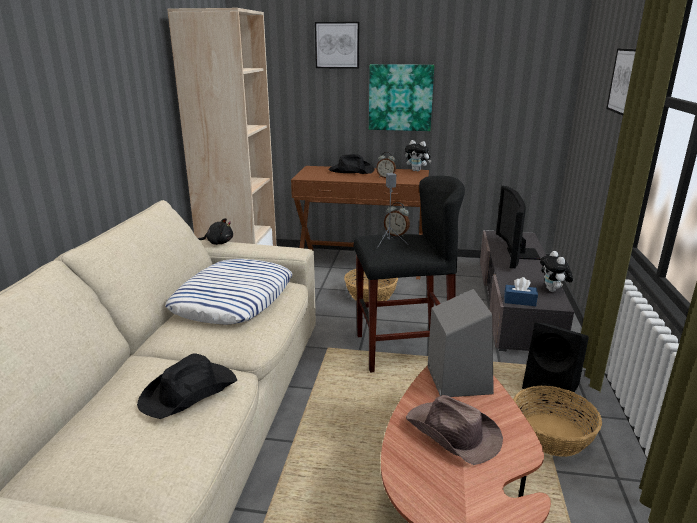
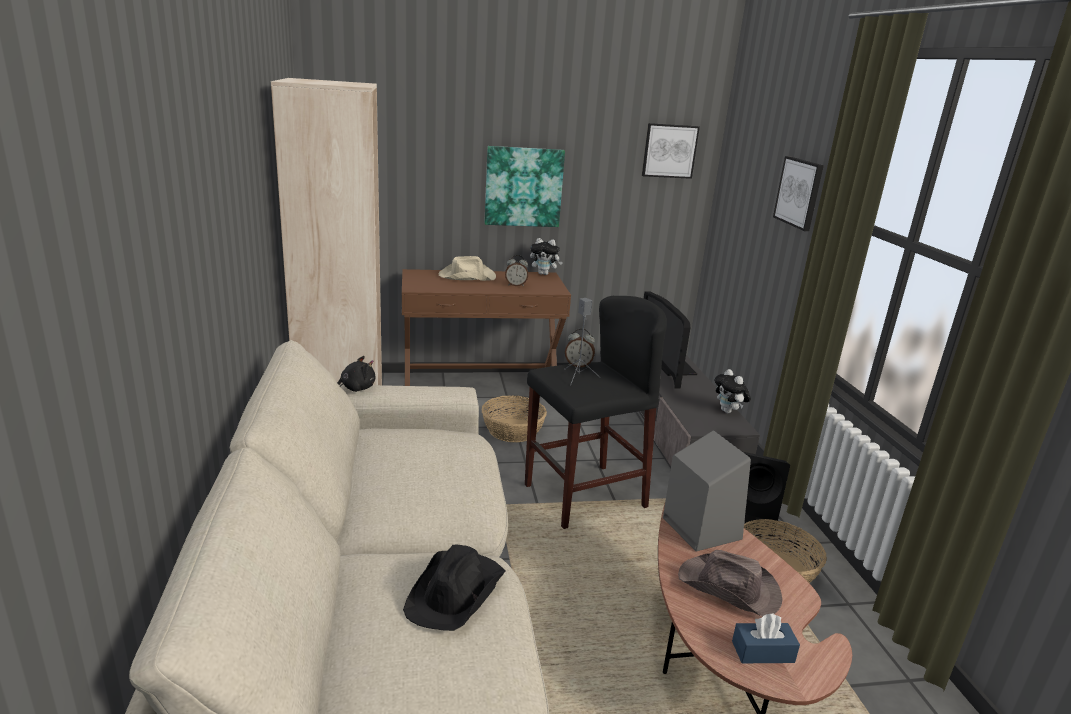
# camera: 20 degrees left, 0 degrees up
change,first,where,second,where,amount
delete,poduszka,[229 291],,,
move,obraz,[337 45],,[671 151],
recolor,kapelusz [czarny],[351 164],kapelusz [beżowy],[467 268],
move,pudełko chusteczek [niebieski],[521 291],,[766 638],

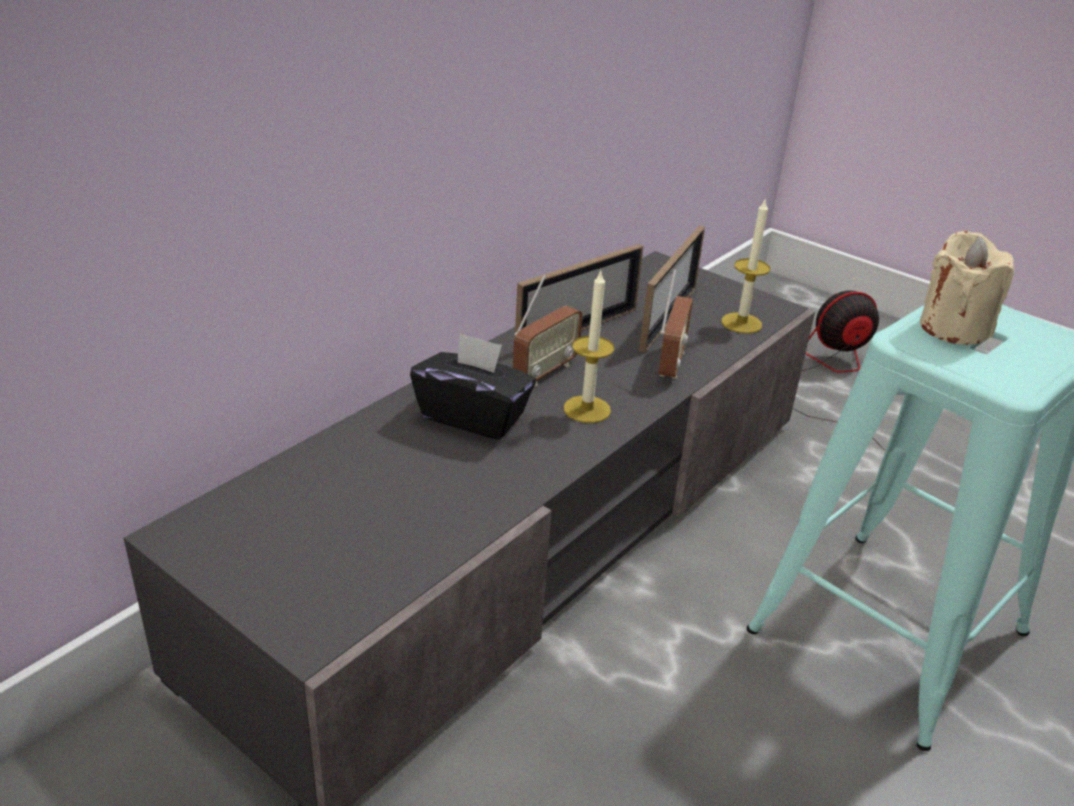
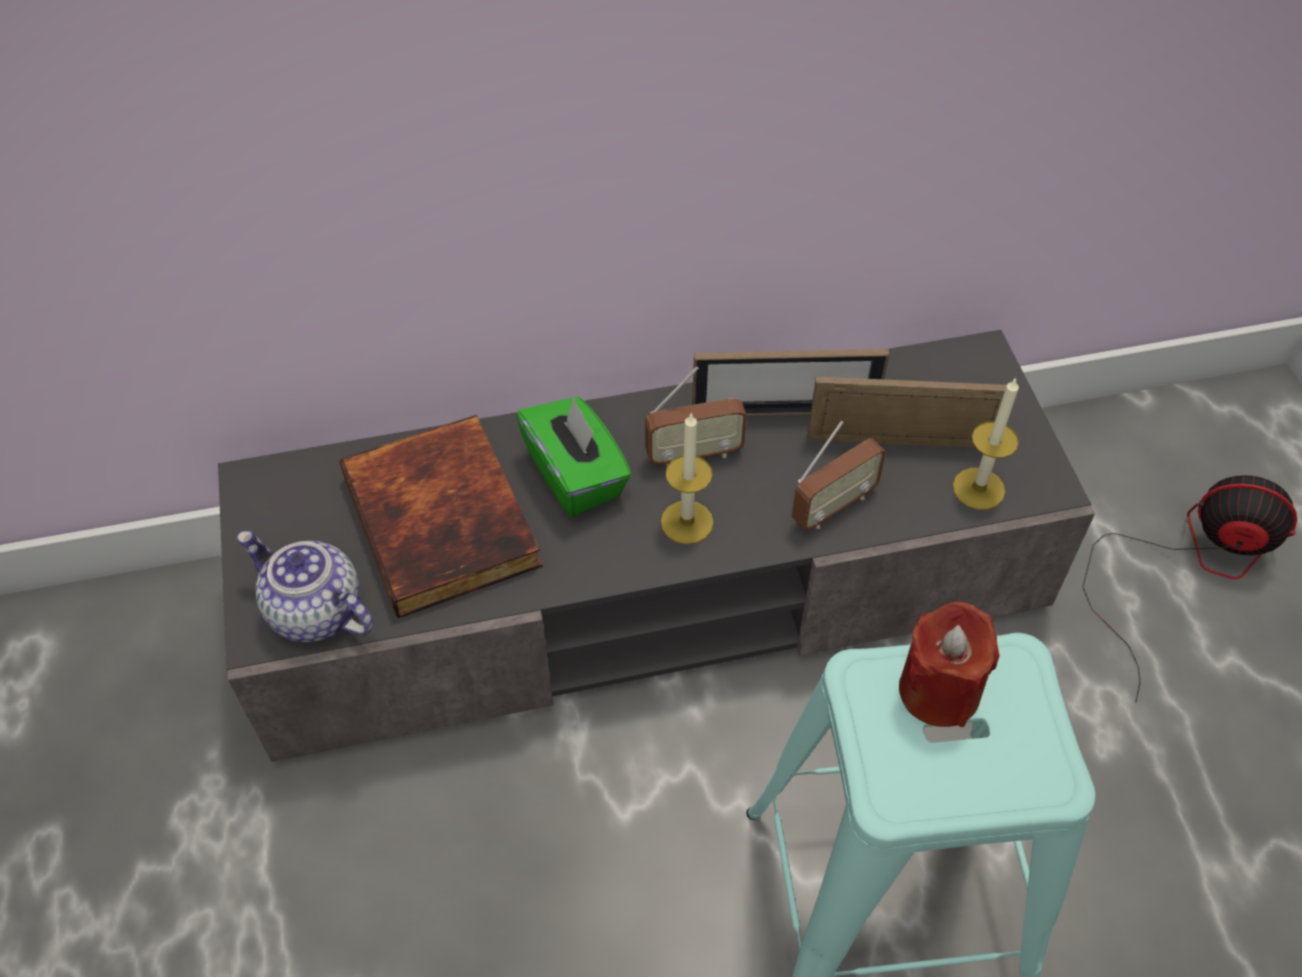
# camera: 40 degrees right, 20 degrees up
change,first,where,second,where,amount
recolor,pudełko chusteczek [czarny],[473 386],pudełko chusteczek [zielony],[574 457],
rotate,ramka na zdjęcie,[672 289],,[907 412],150 degrees counterclockwise
recolor,świeca [beżowy],[967 288],świeca [czerwony],[949 664],
insert,,,imbryk,[305 586],
insert,,,książka,[441 516],

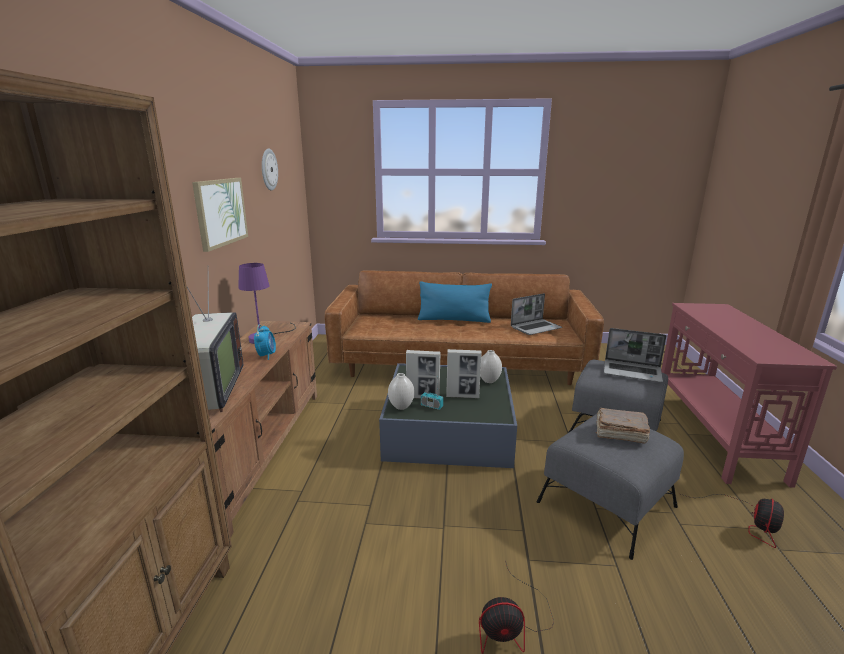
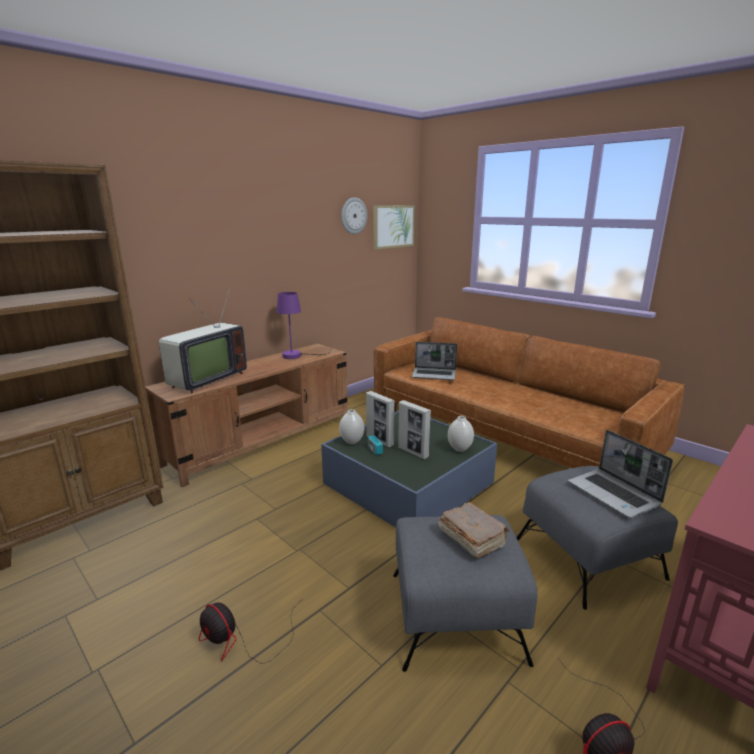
# camera: 40 degrees right, 0 degrees up
change,first,where,second,where,amount
move,obraz,[220 215],,[394 227],
delete,budzik,[265 342],,,
delete,poduszka [niebieski],[455 302],,,
move,laptop,[536 314],,[434 361],

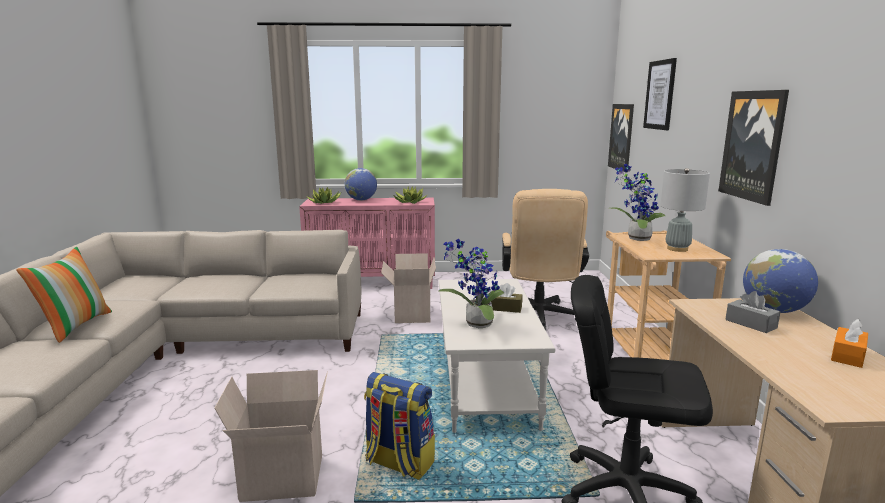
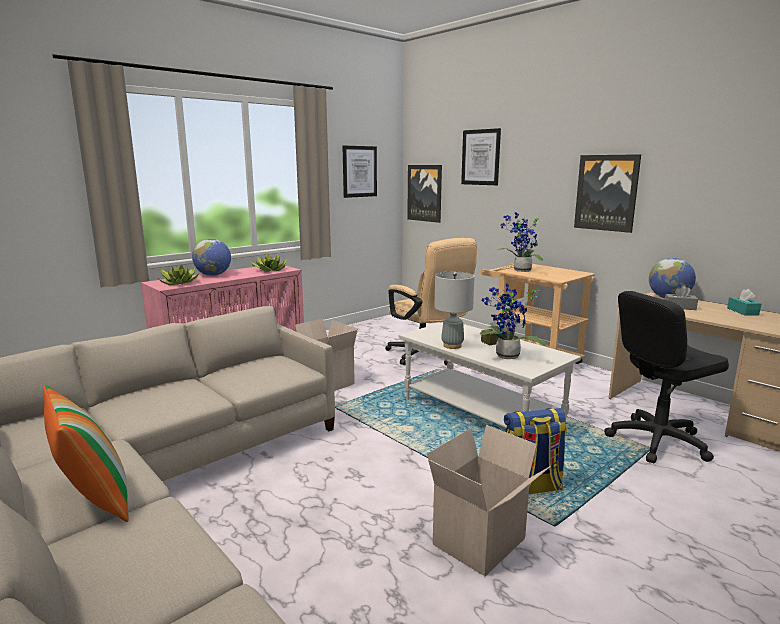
# camera: 40 degrees left, 0 degrees up
change,first,where,second,where,amount
move,lampa stołowa [szary],[685 210],,[454 310],
recolor,pudełko chusteczek [pomarańczowy],[849 343],pudełko chusteczek [turkusowy],[744 302],
insert,,,obraz,[359 172],

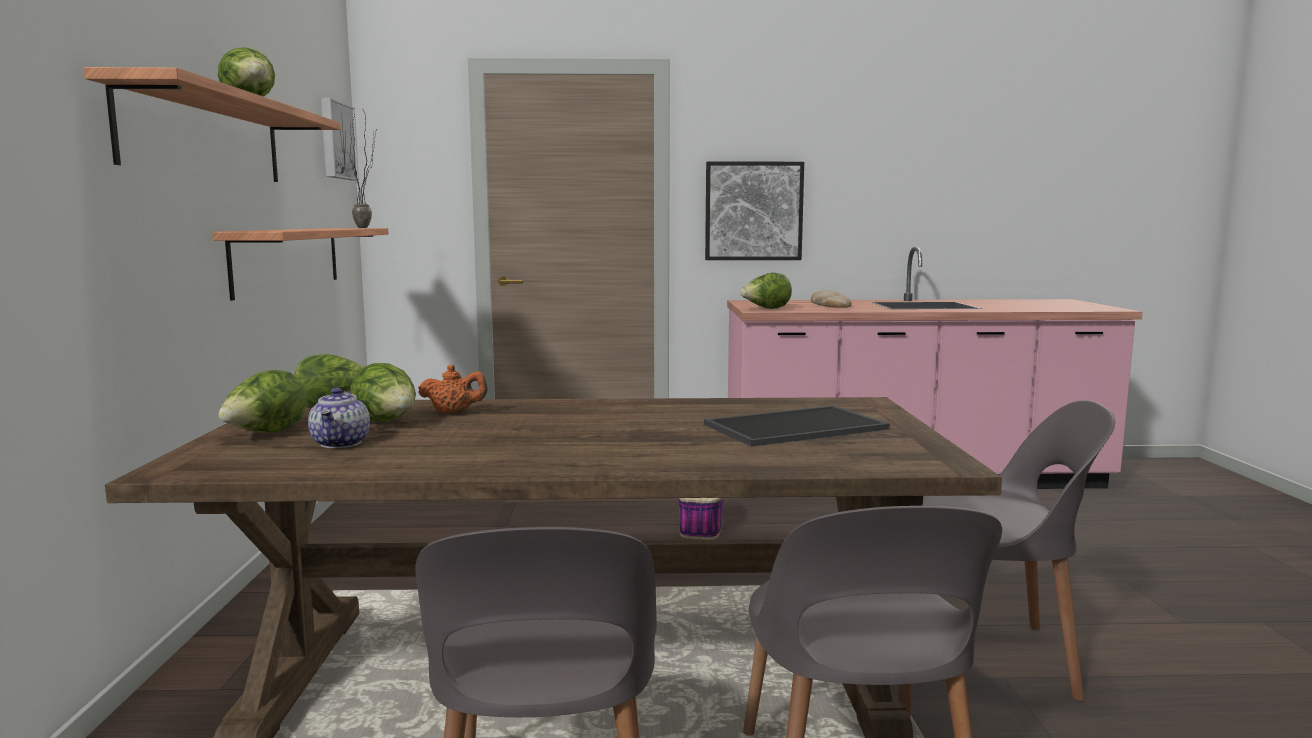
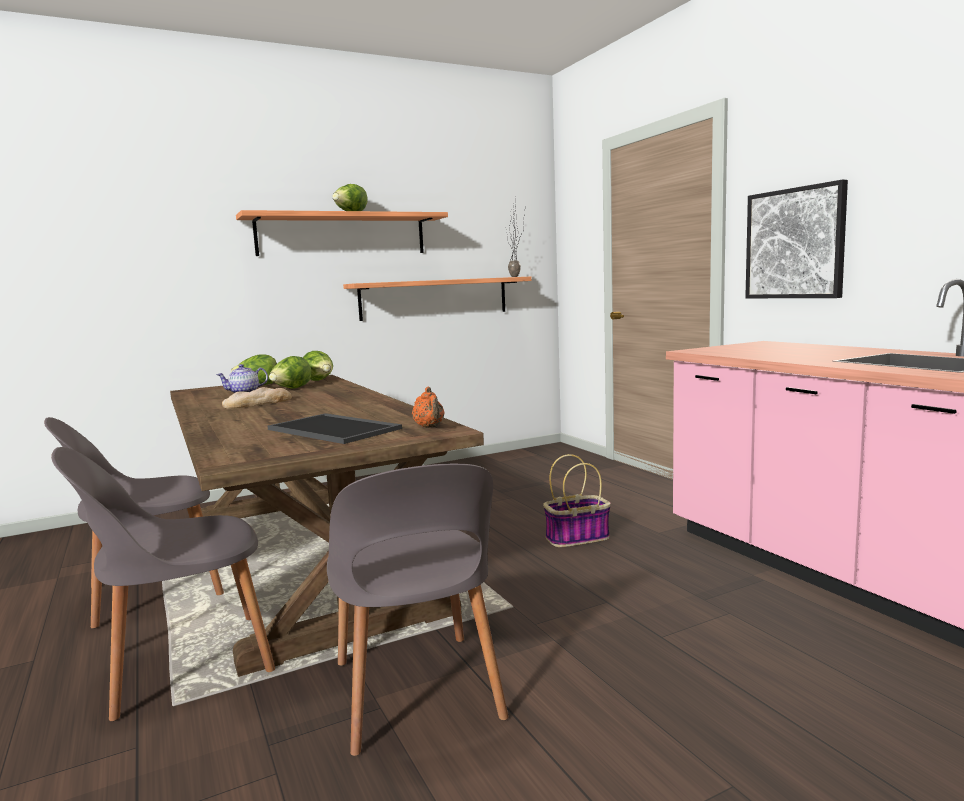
# camera: 65 degrees right, 0 degrees up
change,first,where,second,where,amount
delete,obraz,[340 139],,,
move,imbryk [pomarańczowy],[453 389],,[428 407],
delete,sałata,[766 291],,,
move,chleb,[831 299],,[257 398],

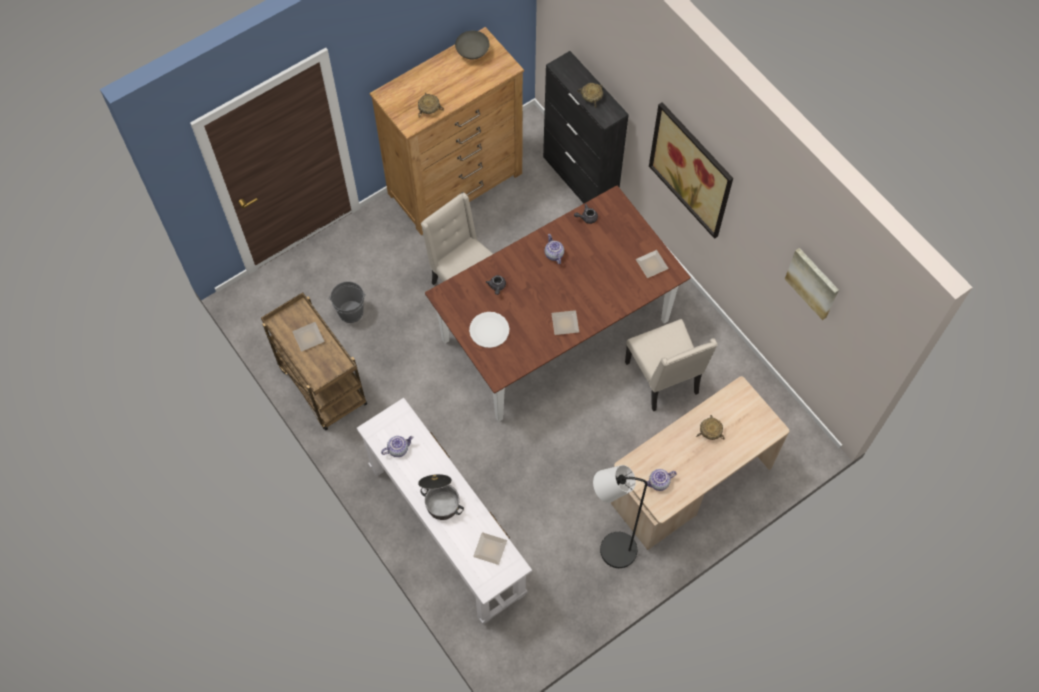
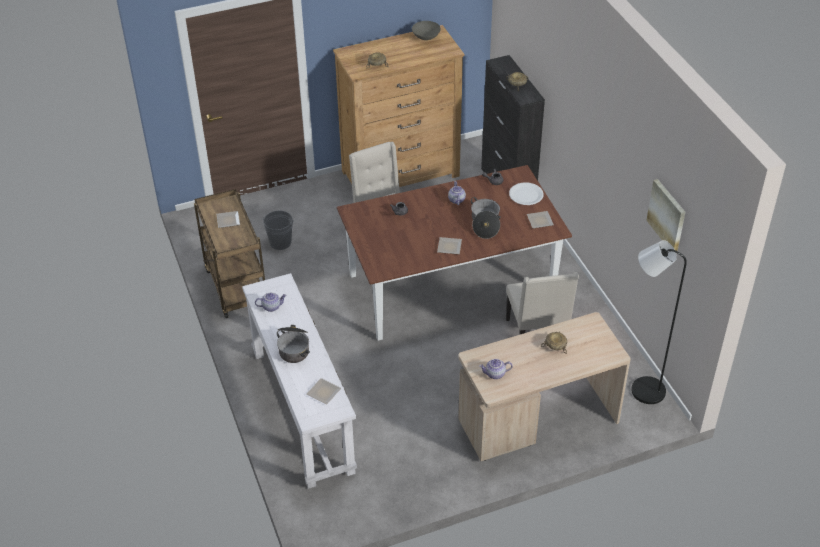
# camera: 15 degrees right, 20 degrees down
change,first,where,second,where,amount
move,talerz [biały],[489 330],,[526 194],
move,lampa stojąca [czarny],[620 516],,[659 322],
delete,obraz,[691 170],,,
insert,,,garnek,[486 218],

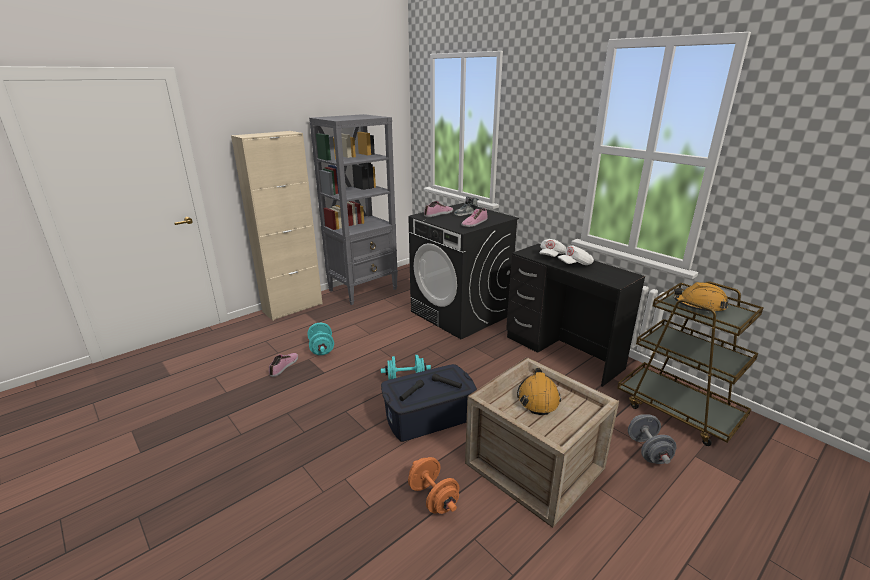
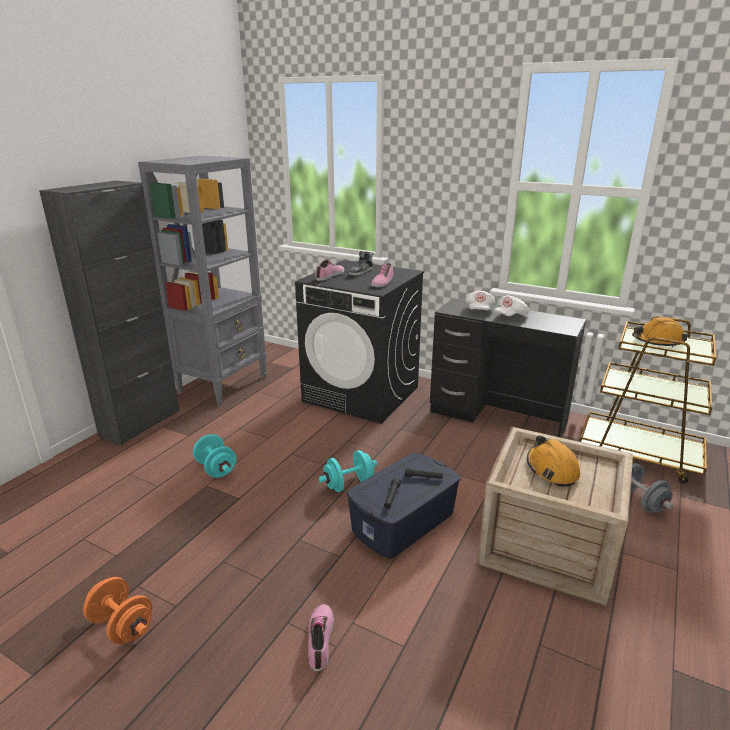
# camera: 20 degrees left, 0 degrees up
change,first,where,second,where,amount
recolor,szafka [beżowy],[277 226],szafka [czarny],[109 313],
move,but,[283 365],,[321 637],
move,hantel [pomarańczowy],[433 485],,[118 610],

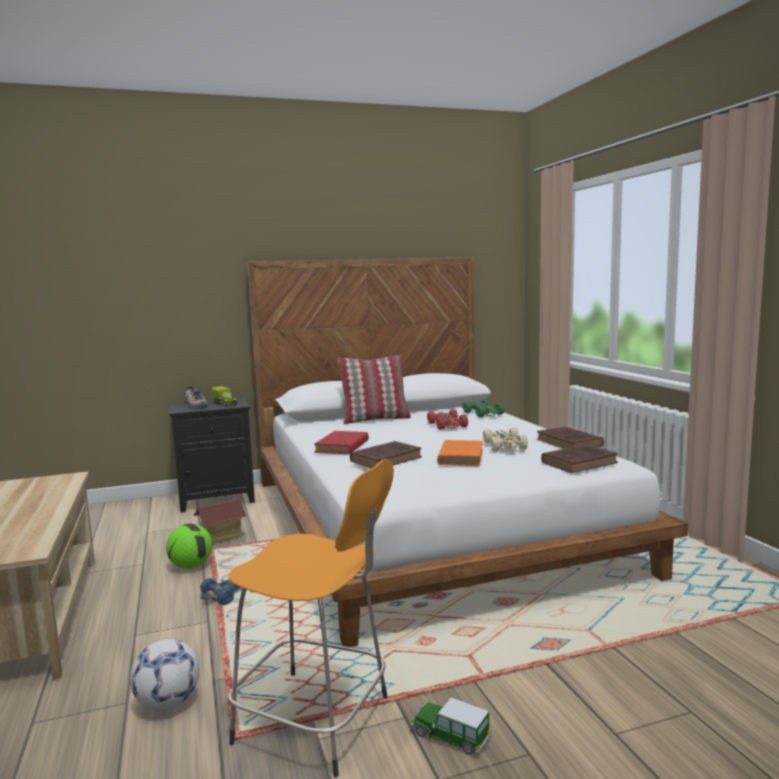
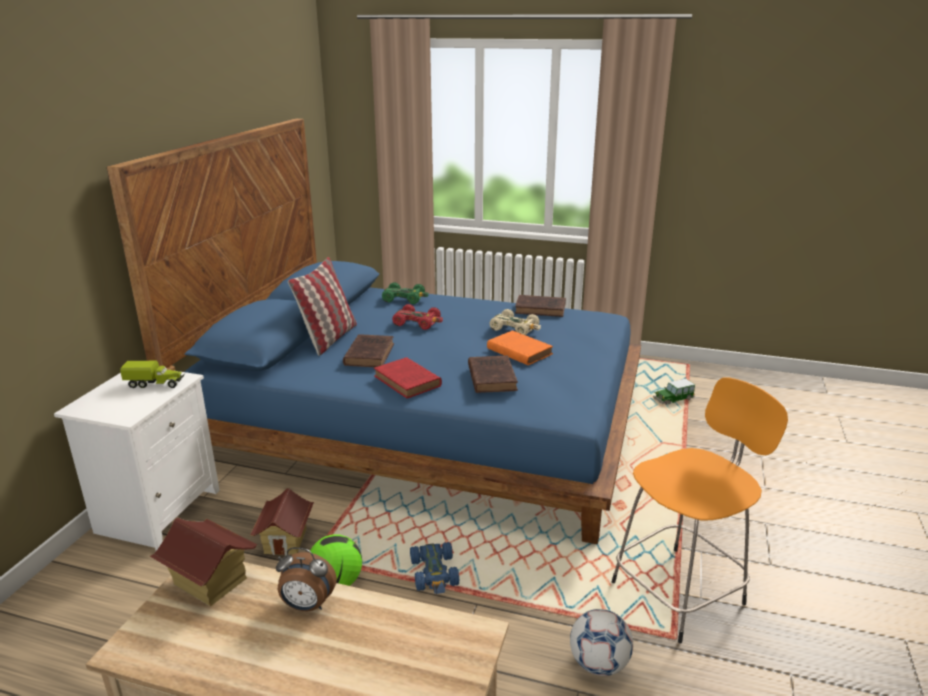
# camera: 55 degrees left, 15 degrees up
change,first,where,second,where,amount
recolor,szafka nocna [czarny],[212 454],szafka nocna [biały],[137 460],
delete,but,[196 397],,,
recolor,łóżko [biały],[467 452],łóżko [niebieski],[374 331],
move,samochodzik,[450 726],,[674 392],
move,książka [brązowy],[579 458],,[368 350],
insert,,,domek,[203 562],
insert,,,budzik,[306 579],

